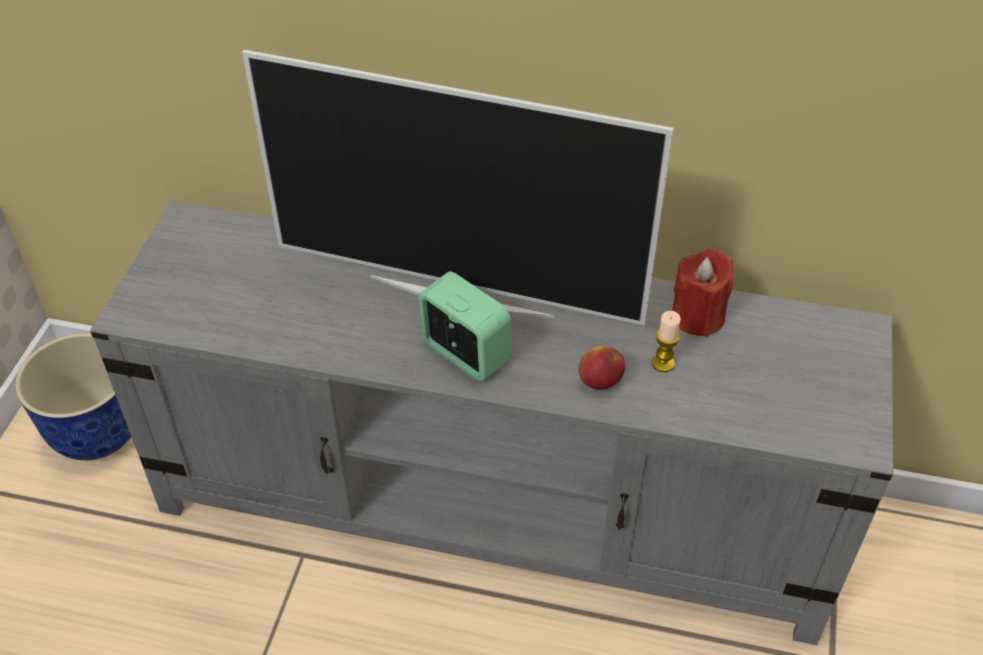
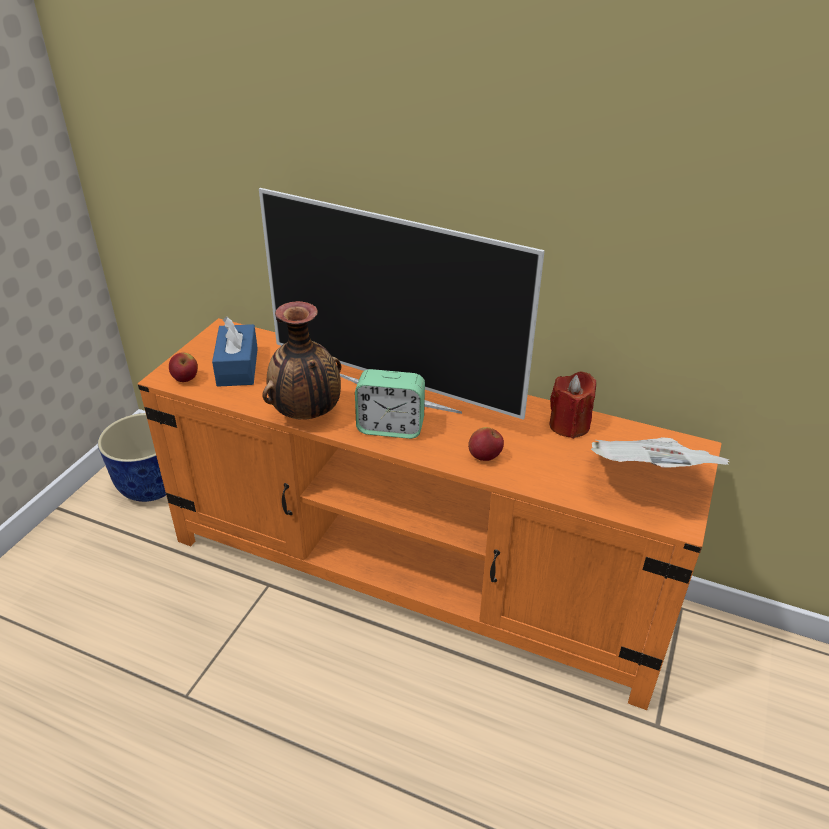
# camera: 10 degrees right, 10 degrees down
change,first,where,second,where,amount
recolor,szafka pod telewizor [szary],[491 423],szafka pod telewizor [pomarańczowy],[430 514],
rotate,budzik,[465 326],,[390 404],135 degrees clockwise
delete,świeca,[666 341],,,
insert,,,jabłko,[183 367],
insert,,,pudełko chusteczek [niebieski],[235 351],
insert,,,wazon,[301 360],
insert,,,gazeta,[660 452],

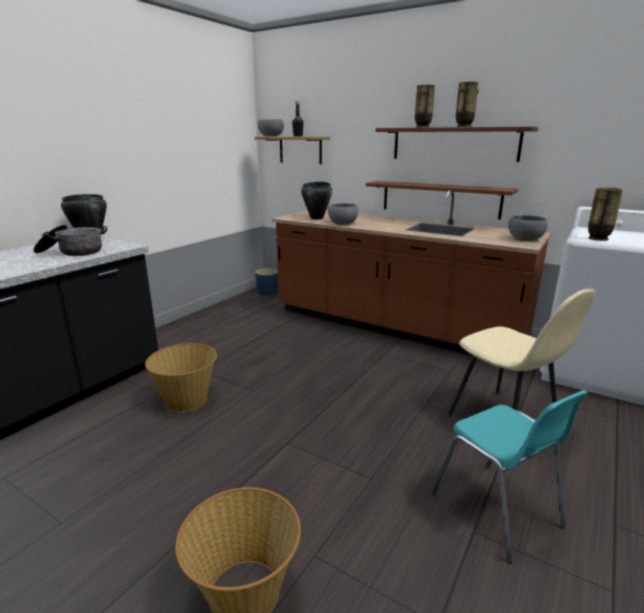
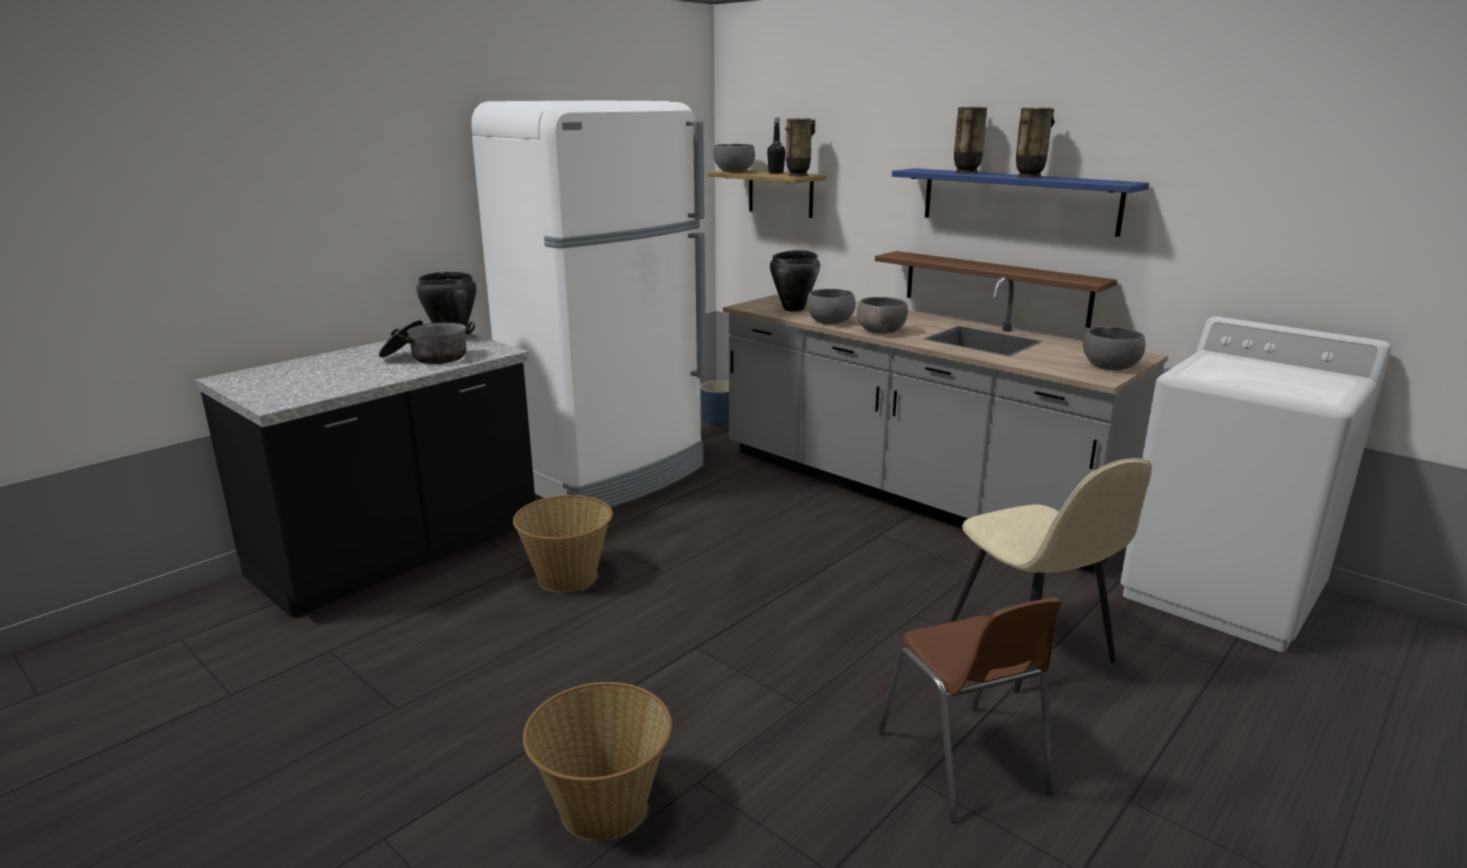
# camera: 10 degrees right, 0 degrees up
change,first,where,second,where,amount
recolor,zabudowa kuchenna [brązowy],[411 273],zabudowa kuchenna [szary],[945 425],
recolor,półka [brązowy],[457 144],półka [niebieski],[1020 202],
recolor,krzesło [turkusowy],[509 476],krzesło [brązowy],[970 710],
move,wazon,[605 214],,[800 147],
insert,,,lodówka [biały],[588 304],
insert,,,miska [szary],[882 315],

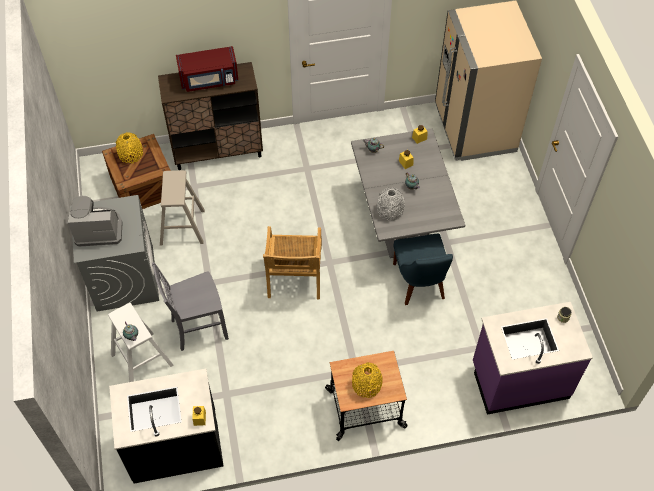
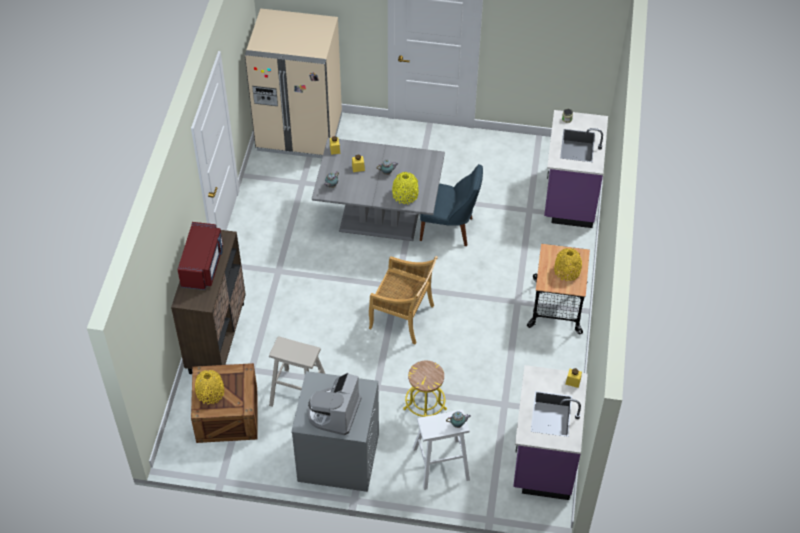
# camera: 70 degrees left, 5 degrees down
change,first,where,second,where,amount
recolor,zabudowa kuchenna [czarny],[166 426],zabudowa kuchenna [fioletowy],[550 432],
replace,krzesło [szary],[190 306],stołek [żółty],[425 389],
recolor,wazon [szary],[391 204],wazon [żółty],[405 188],

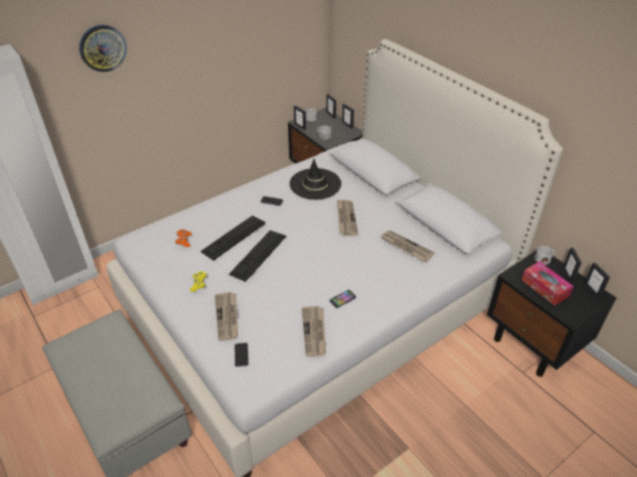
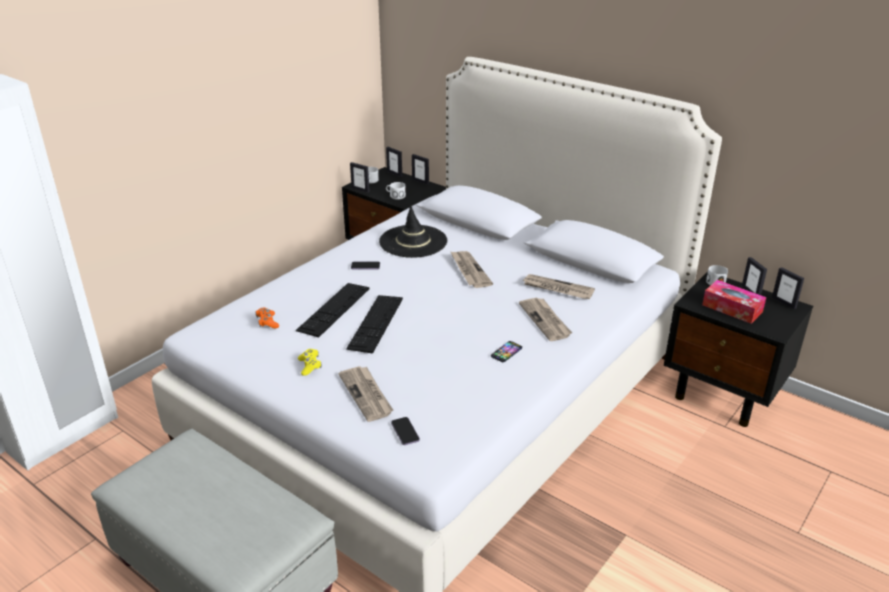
# camera: 15 degrees left, 10 degrees down
change,first,where,second,where,amount
delete,zegar ścienny,[103 48],,,
move,gazeta,[314 331],,[545 319],

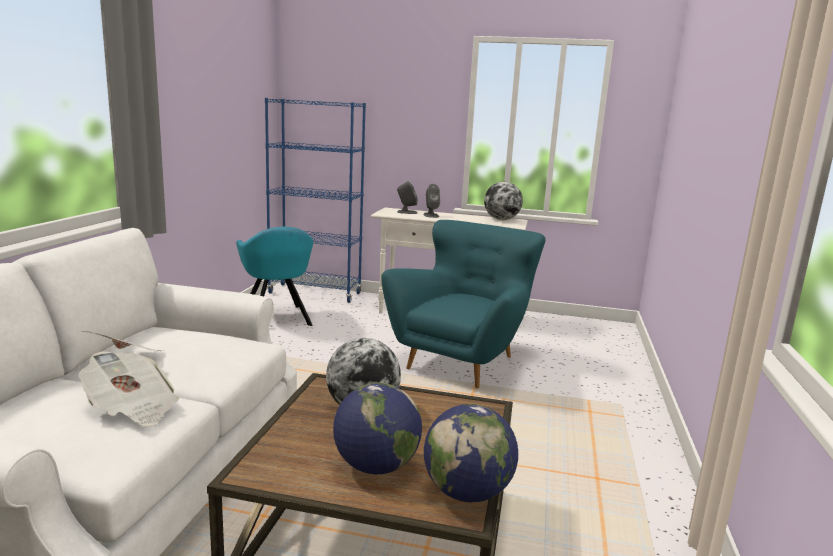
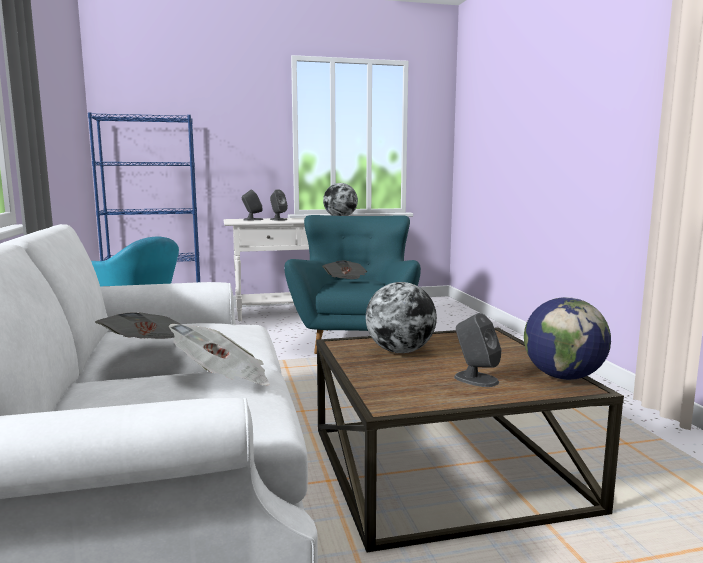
# camera: 25 degrees left, 5 degrees down
change,first,where,second,where,amount
replace,globus,[377 428],głośnik [szary],[477 350],
insert,,,gazeta,[344 269],

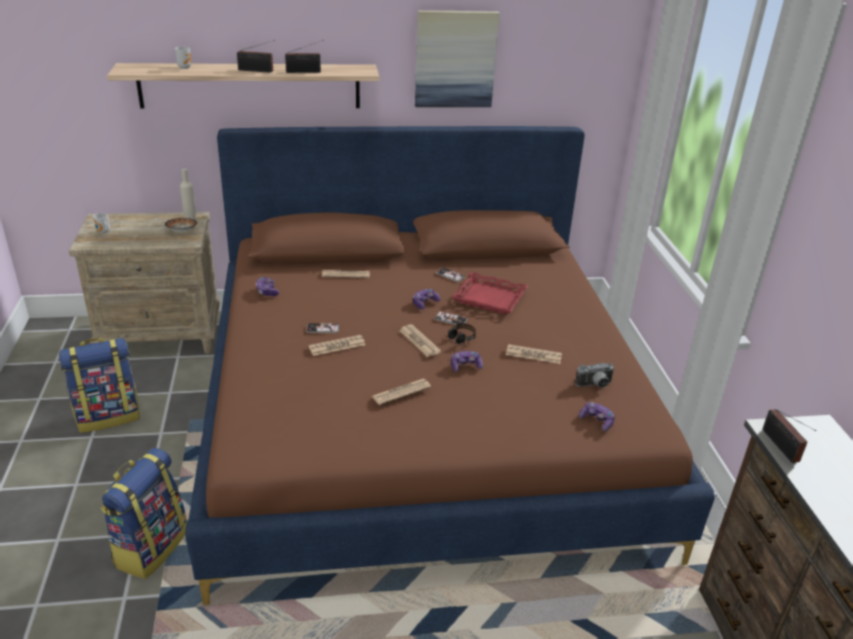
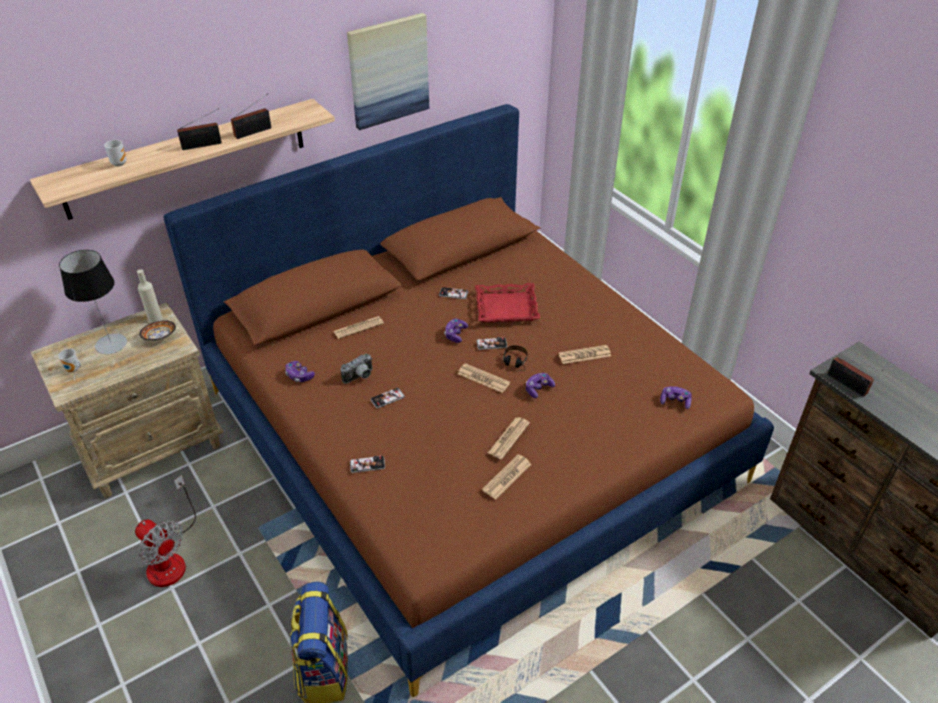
# camera: 25 degrees left, 10 degrees up
change,first,where,second,where,amount
replace,plecak,[99 385],wentylator,[165 531],
move,gazeta,[336 345],,[506 477],
move,aparat fotograficzny,[594 375],,[356 369],
insert,,,lampa stołowa,[93 302],
insert,,,telefon,[367 464],

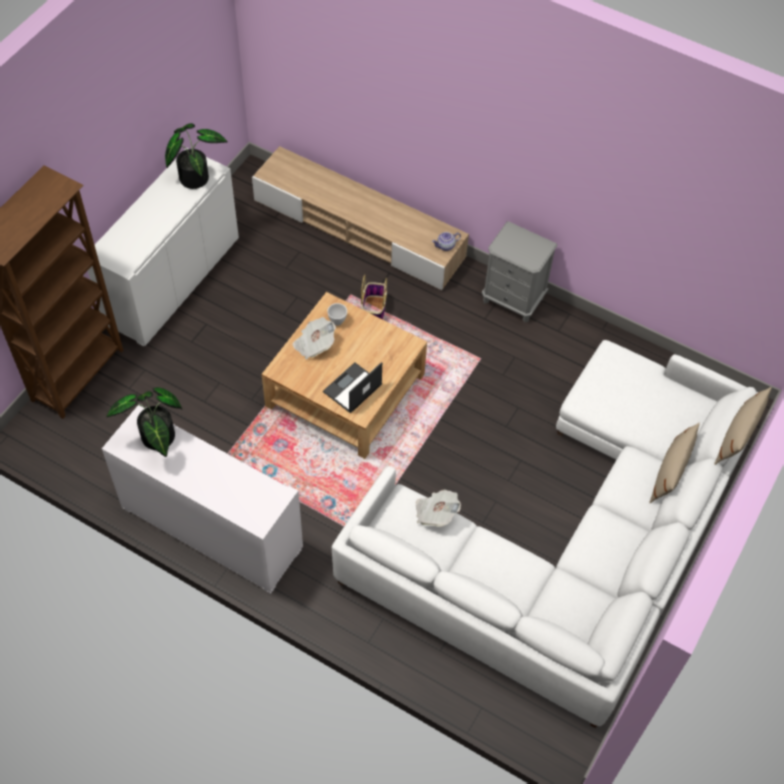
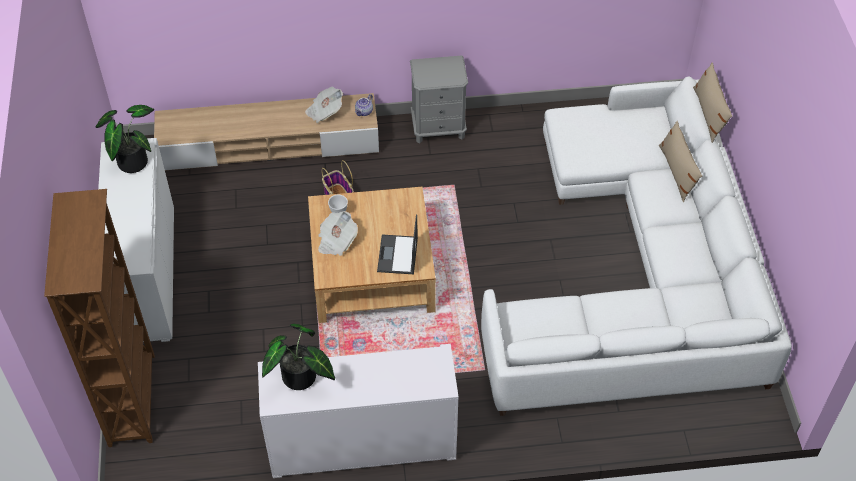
# camera: 35 degrees left, 5 degrees down
change,first,where,second,where,amount
move,gazeta,[438 508],,[324 105],

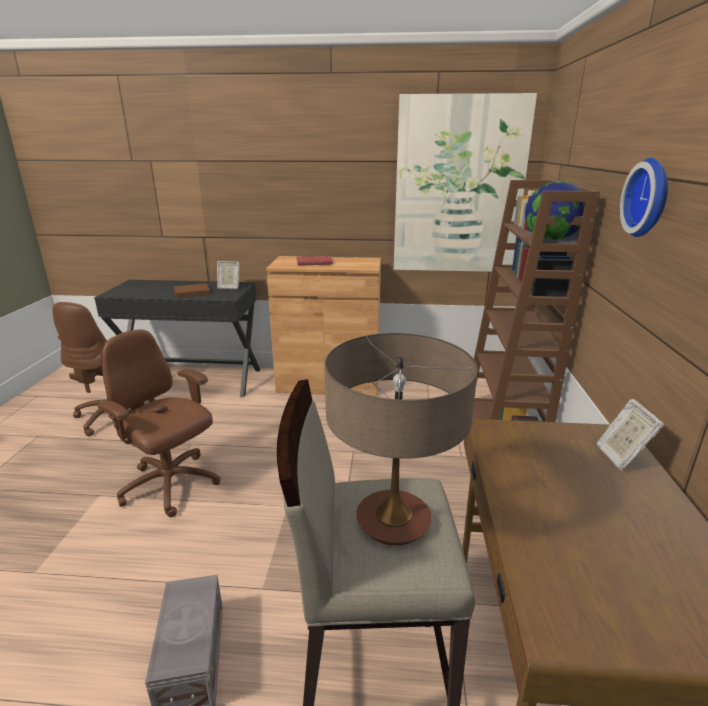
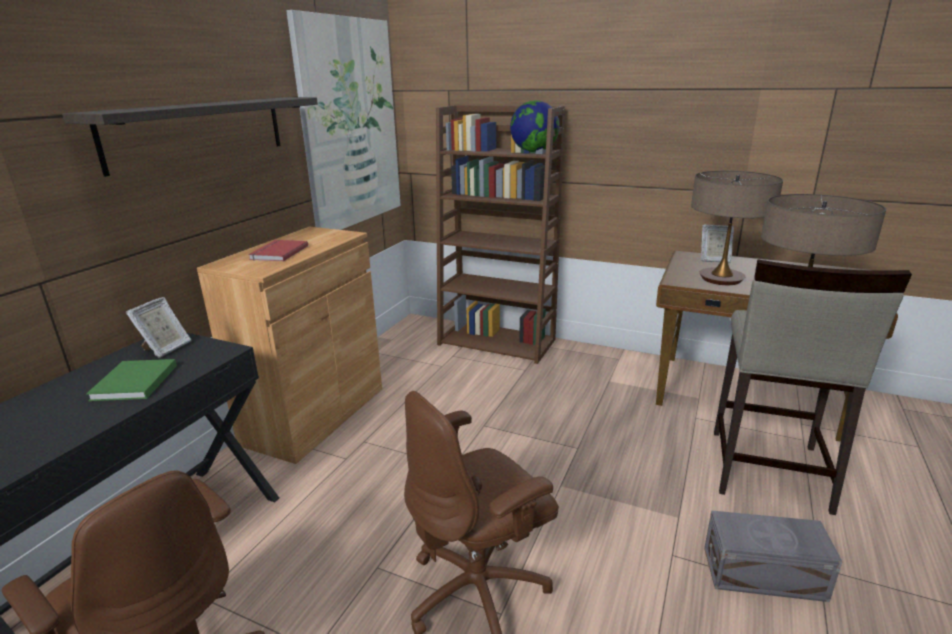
# camera: 70 degrees left, 0 degrees up
change,first,where,second,where,amount
recolor,książka [brązowy],[192 290],książka [zielony],[131 380],
delete,zegar ścienny,[644 197],,,
insert,,,półka,[190 137],
insert,,,lampa stołowa,[737 228],

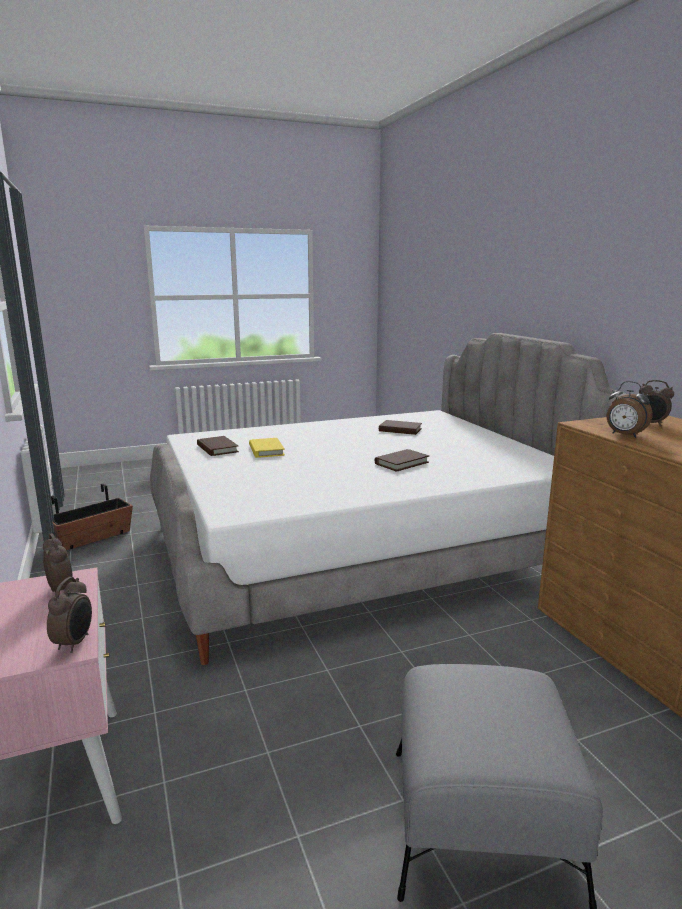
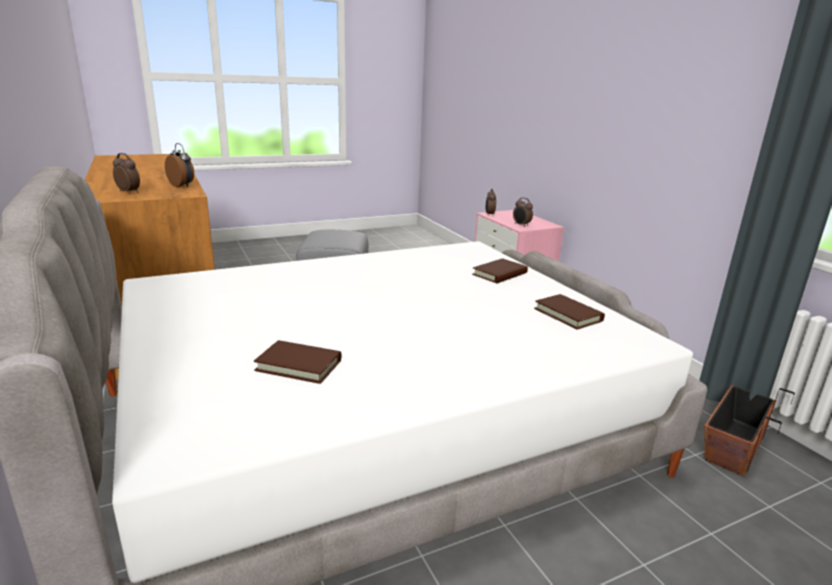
# camera: 175 degrees right, 5 degrees up
change,first,where,second,where,amount
delete,książka [żółty],[267 448],,,
move,książka [brązowy],[402 460],,[500 270],

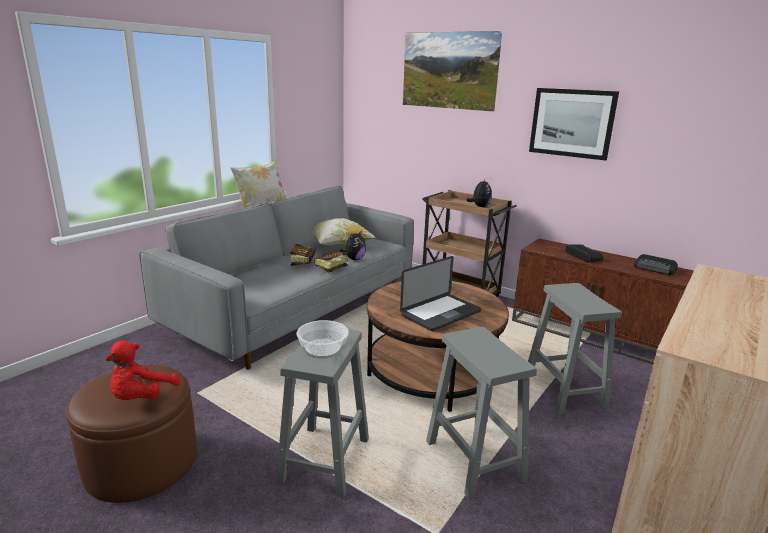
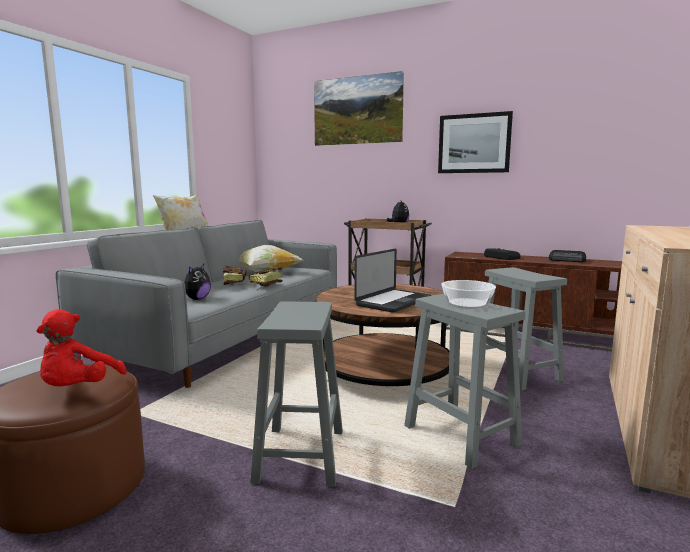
# camera: 10 degrees left, 10 degrees down
change,first,where,second,where,amount
move,miska,[323 339],,[468 294],
move,pluszak,[353 245],,[197 282],

